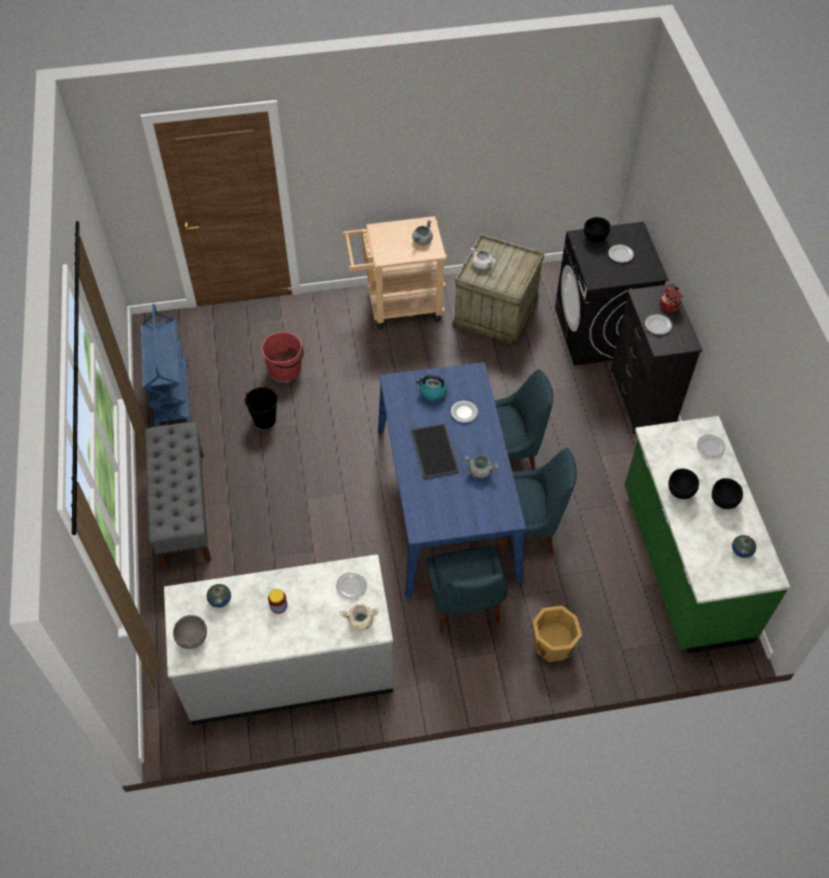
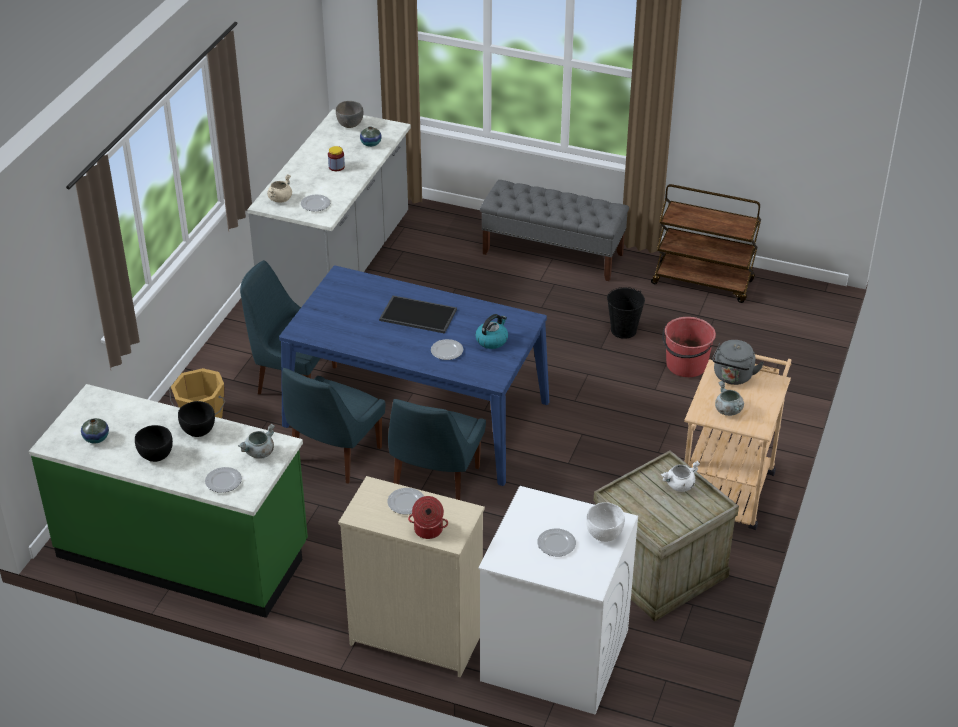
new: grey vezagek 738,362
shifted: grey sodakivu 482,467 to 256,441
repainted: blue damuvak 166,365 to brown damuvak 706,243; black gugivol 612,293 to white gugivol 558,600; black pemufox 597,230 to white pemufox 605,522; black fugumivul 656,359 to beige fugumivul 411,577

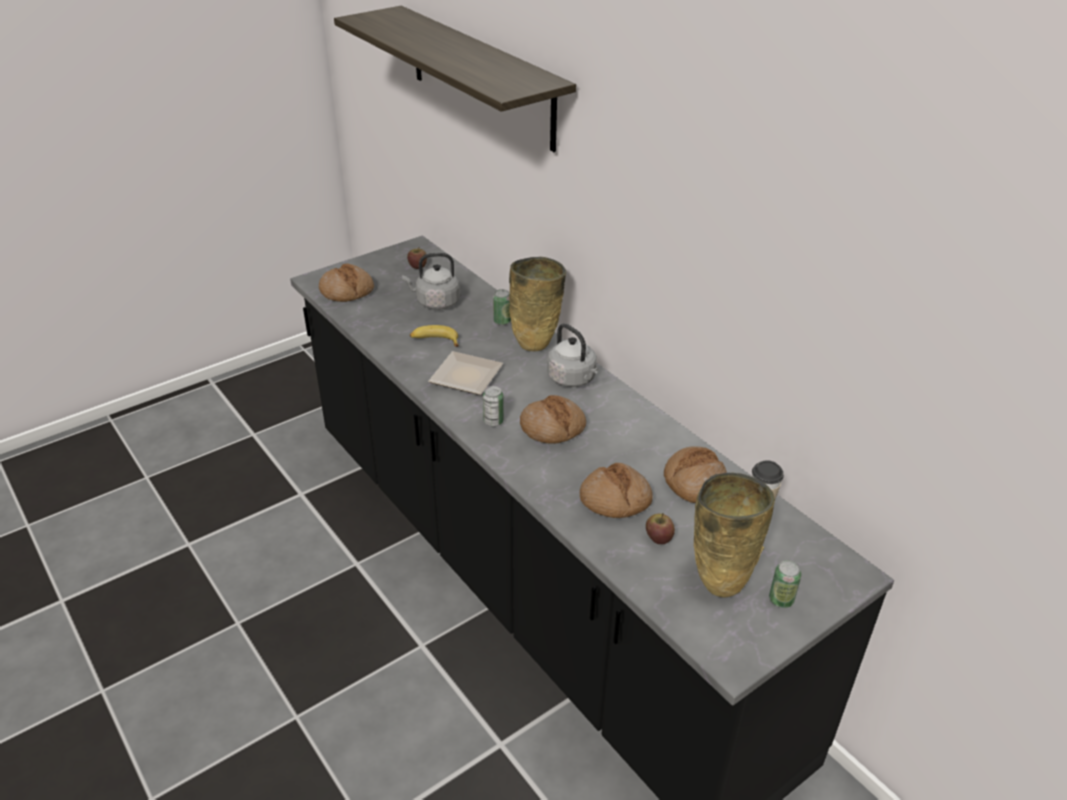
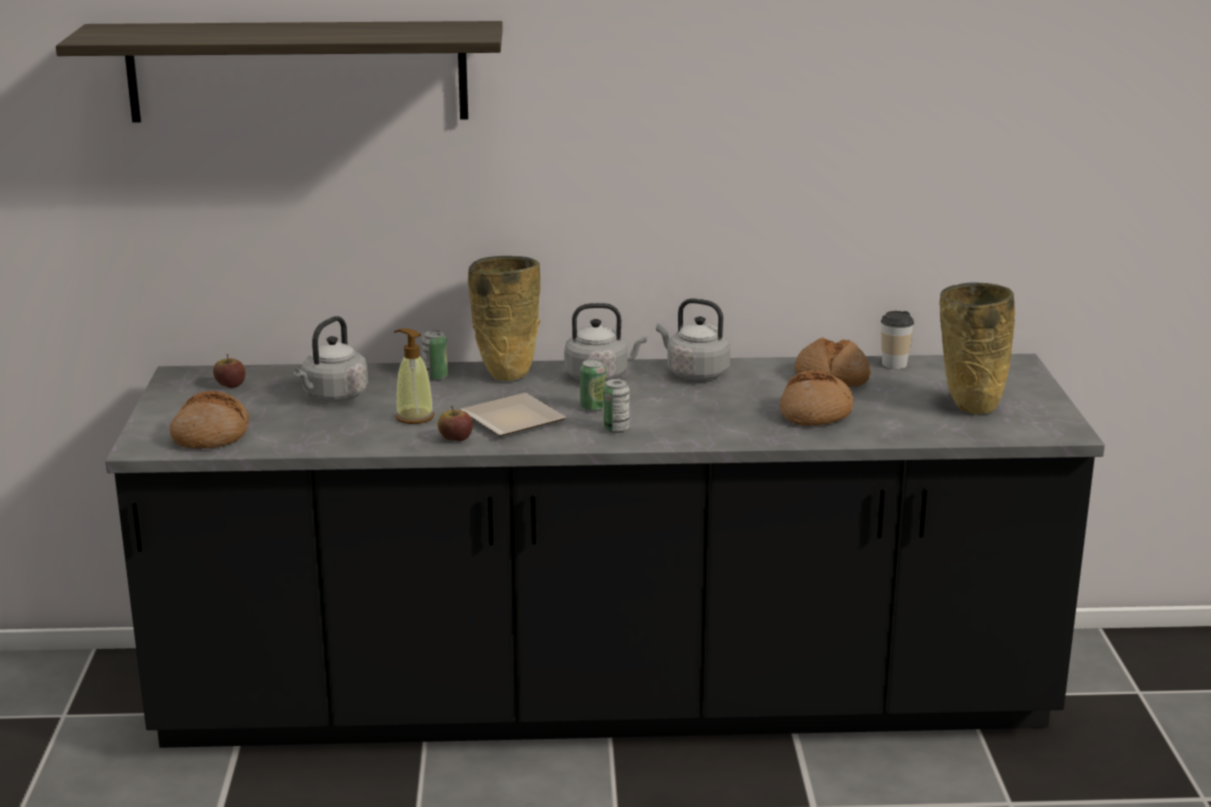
gone: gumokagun 553,419
new: grey vezagek 693,339
shifted: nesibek 660,528 to 455,423; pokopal 785,584 to 593,385
swapped: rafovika 434,336 to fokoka 414,376

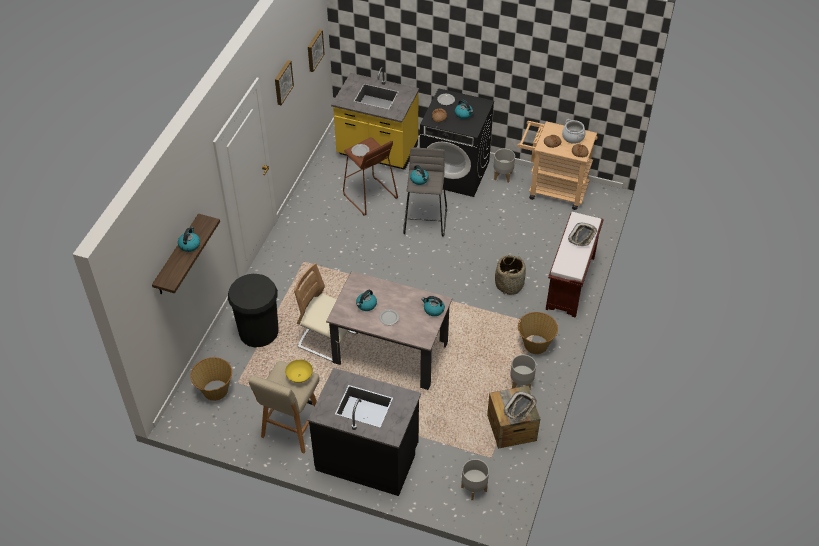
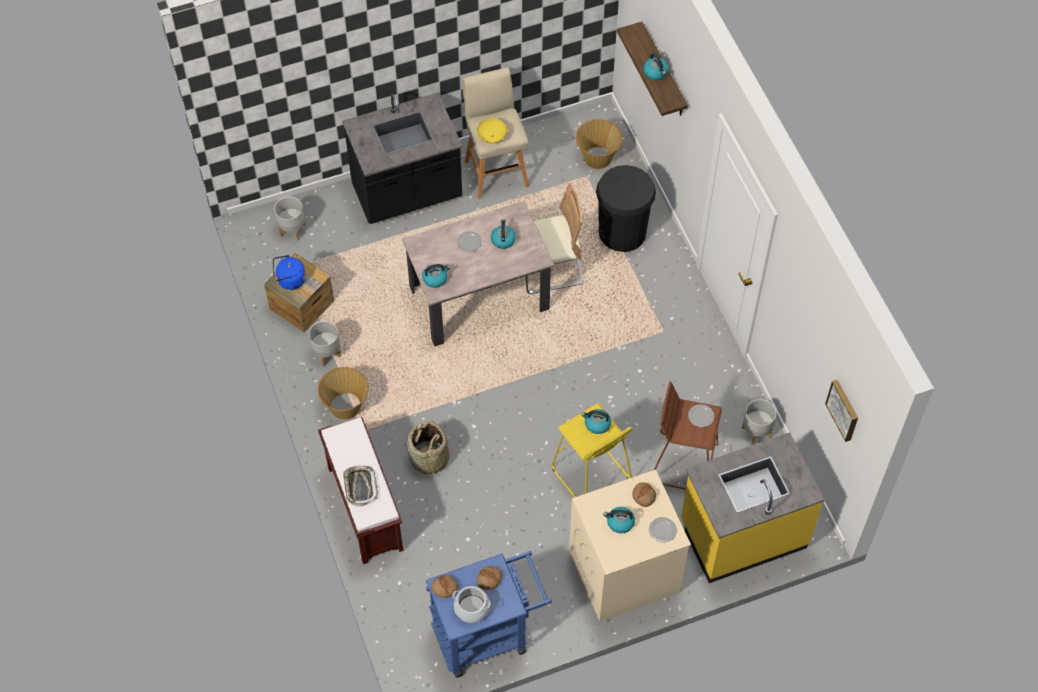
gone: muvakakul 284,82
shifted: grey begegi 504,166 to 759,422
swapped: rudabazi 520,406 to blue vezagek 289,272
repainted: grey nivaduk 425,192 to yellow nivaduk 592,450; black gugivol 457,142 to beige gugivol 630,545; beige damuvak 557,165 to blue damuvak 489,614

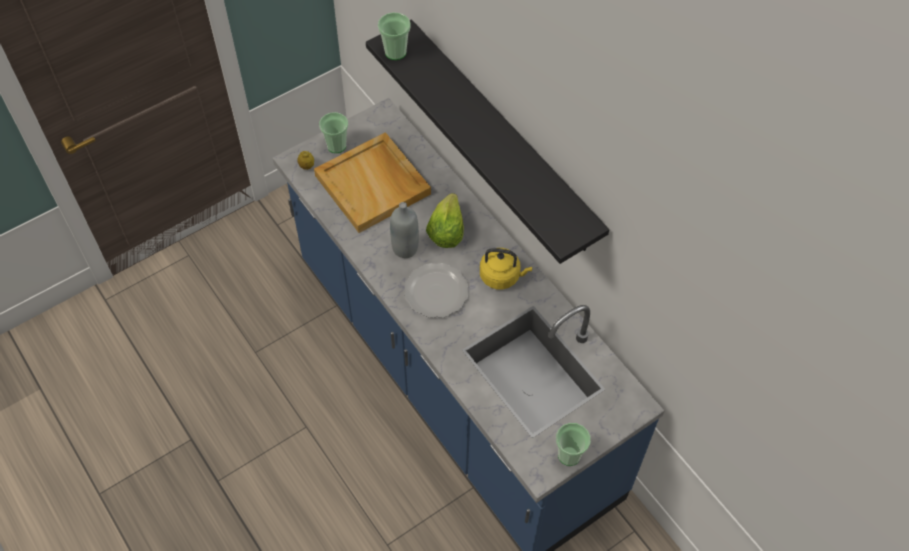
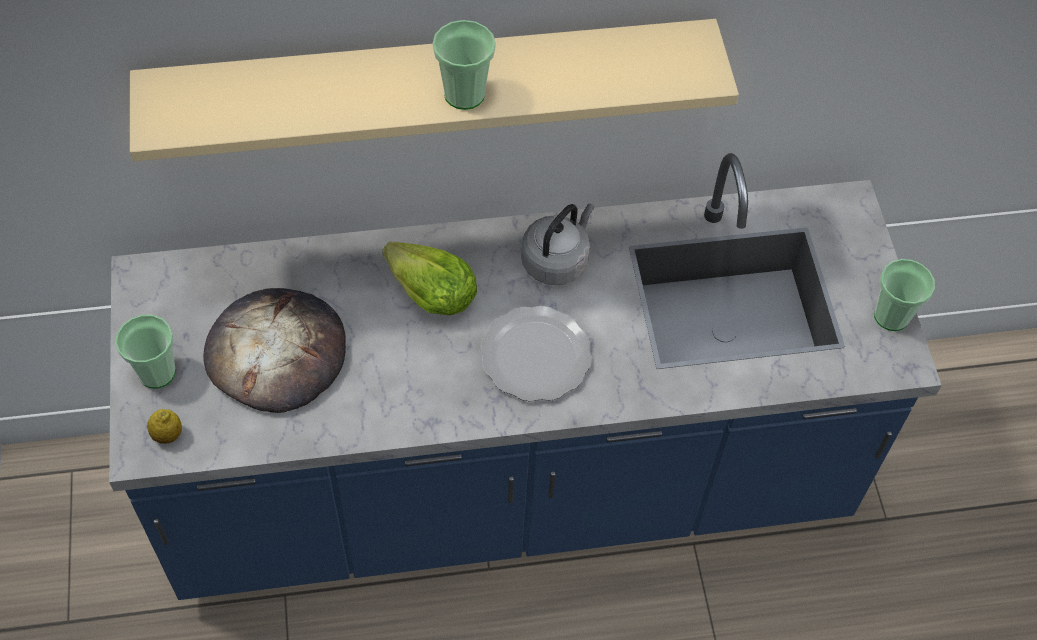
gone: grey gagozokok 404,230
shifted: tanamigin 394,36 to 464,65
swapped: beige rudabazi 372,182 to gumokagun 274,350
repainted: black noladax 487,141 to beige noladax 434,90; yellow vezagek 506,268 to grey vezagek 557,244

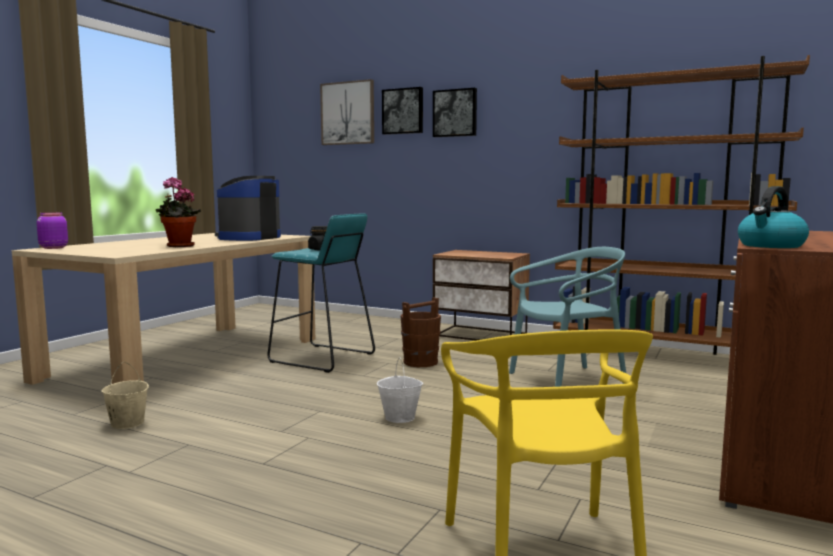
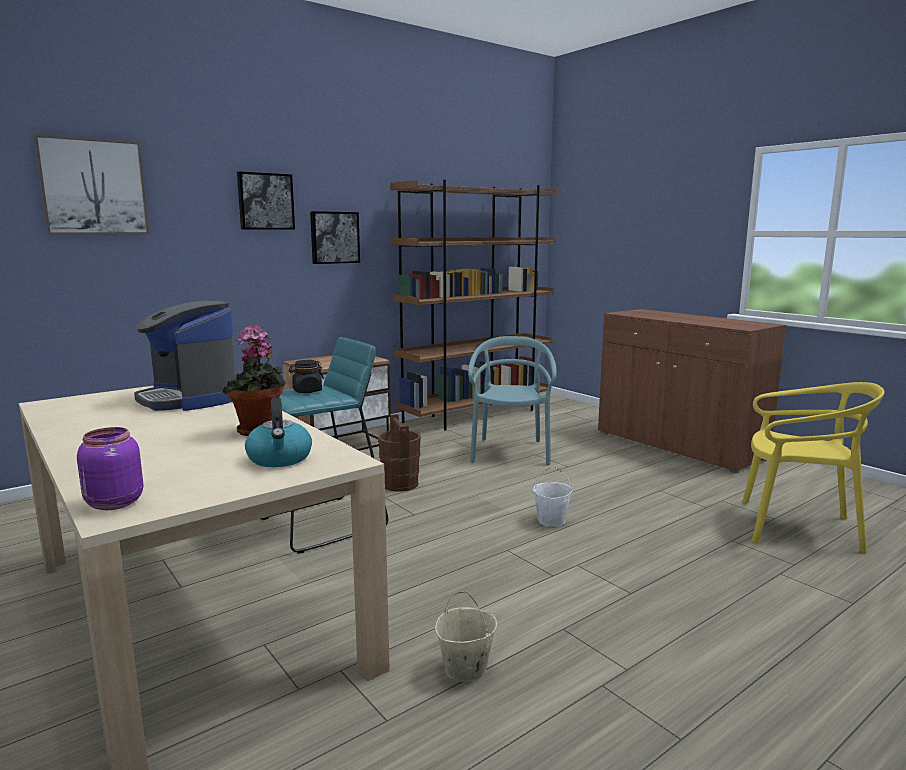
shifted: muvakakul 402,111 to 335,237; vezagek 773,217 to 278,432

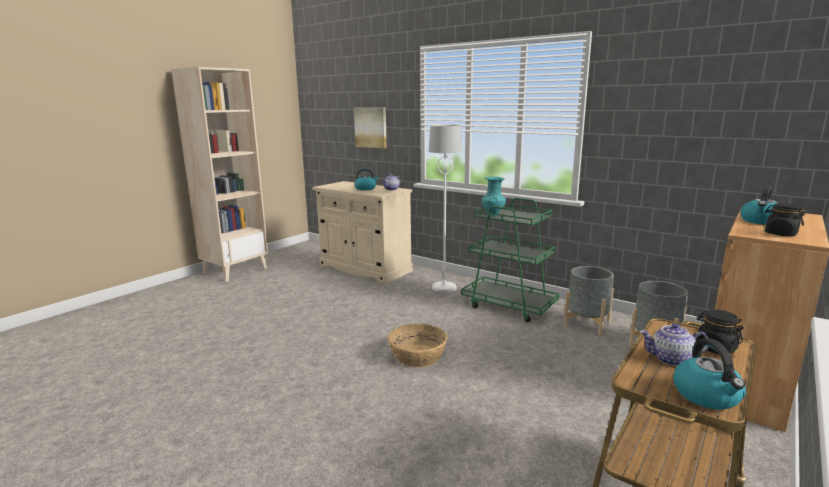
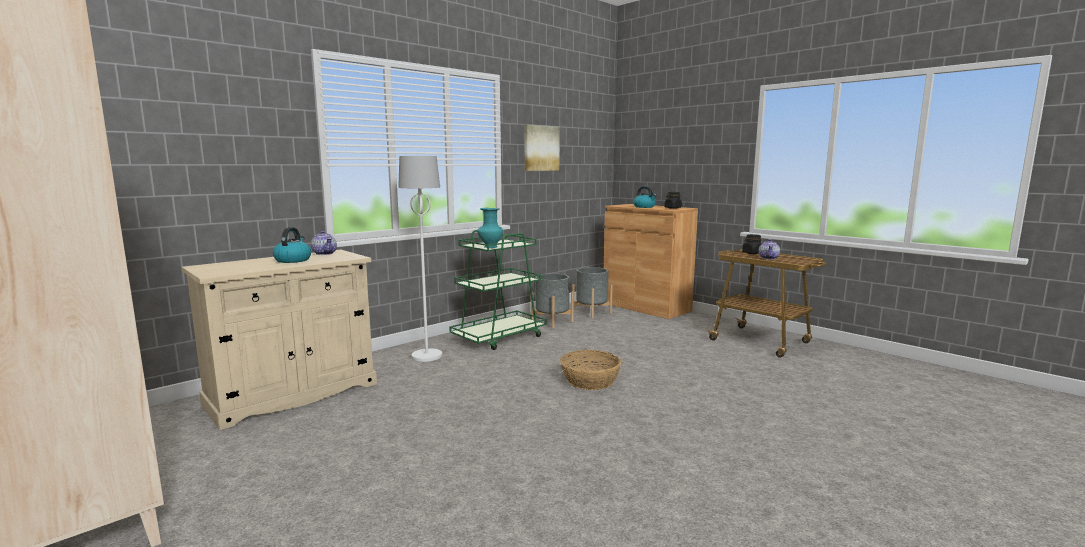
gone: vezagek 709,374
shifted: muvakakul 370,128 to 542,147

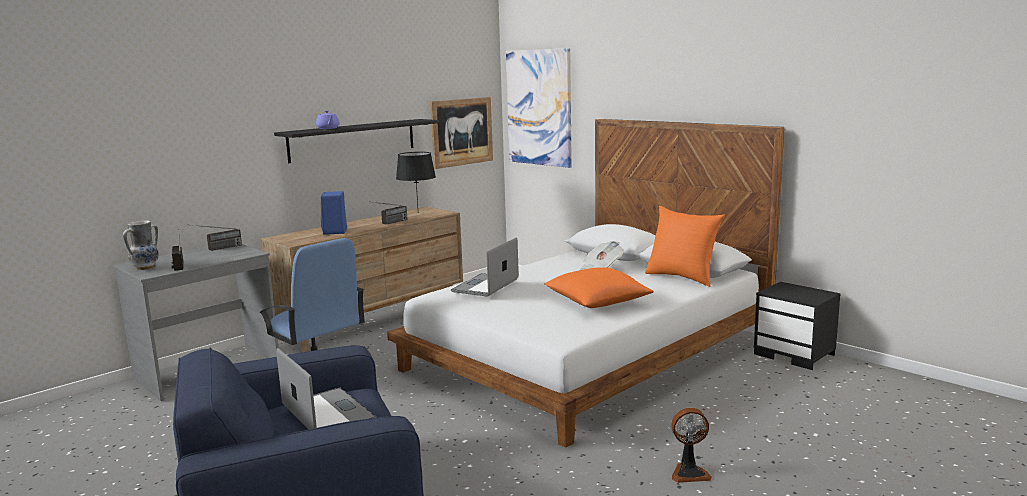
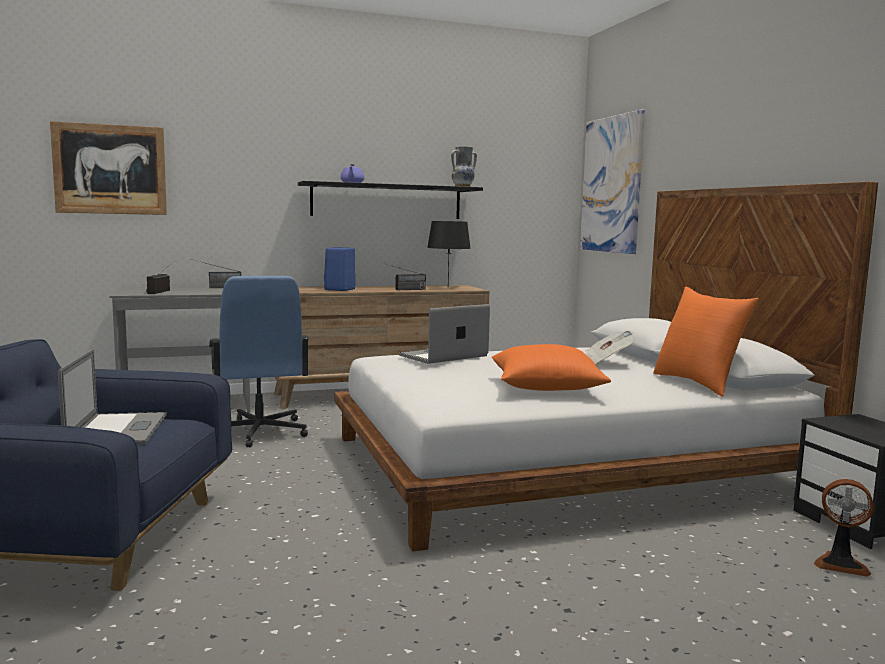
shifted: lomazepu 141,245 to 464,166; muvakakul 461,133 to 108,168; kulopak 691,445 to 844,528

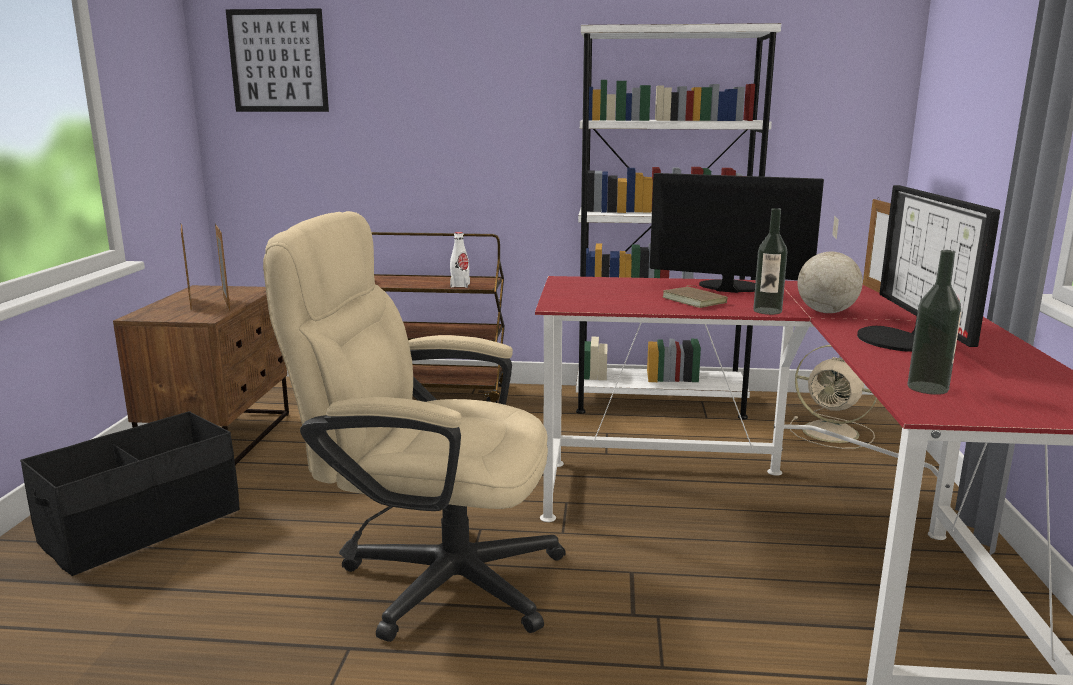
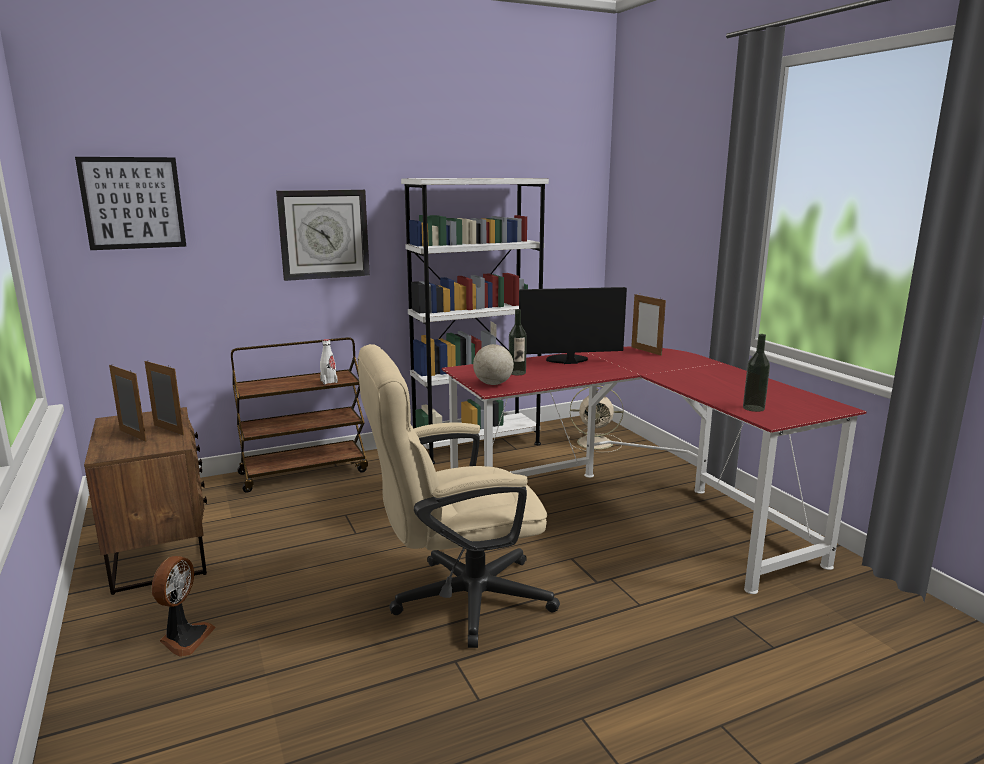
gone: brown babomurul 695,296; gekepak 928,268
new: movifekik 323,235
shifted: gagozokok 770,261 to 518,342; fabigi 830,264 to 493,353
swapped: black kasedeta 130,493 to kulopak 184,606

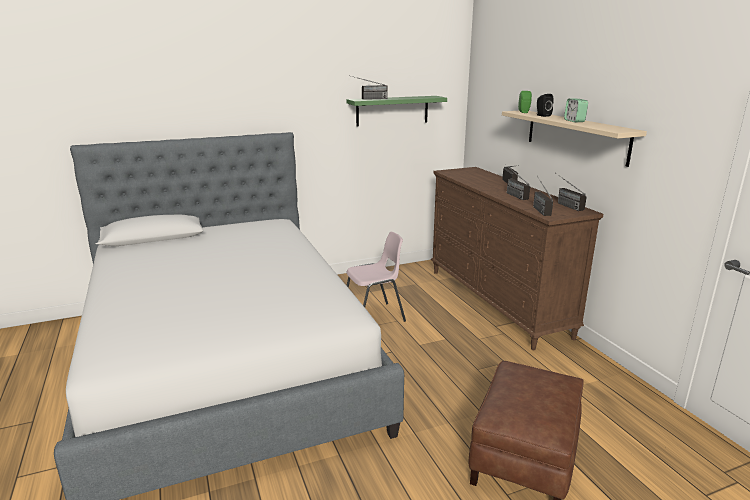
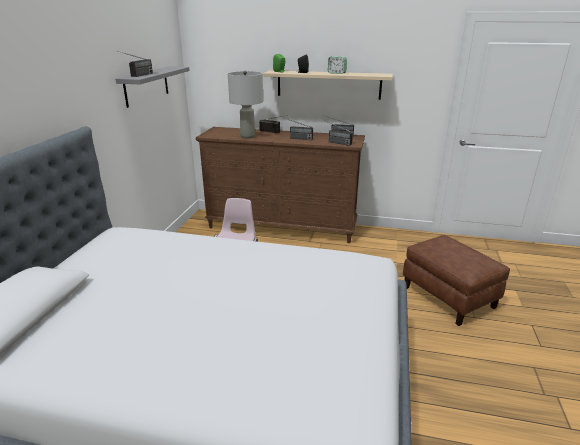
new: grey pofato 245,105
repainted: green noladax 397,111 to grey noladax 152,87

